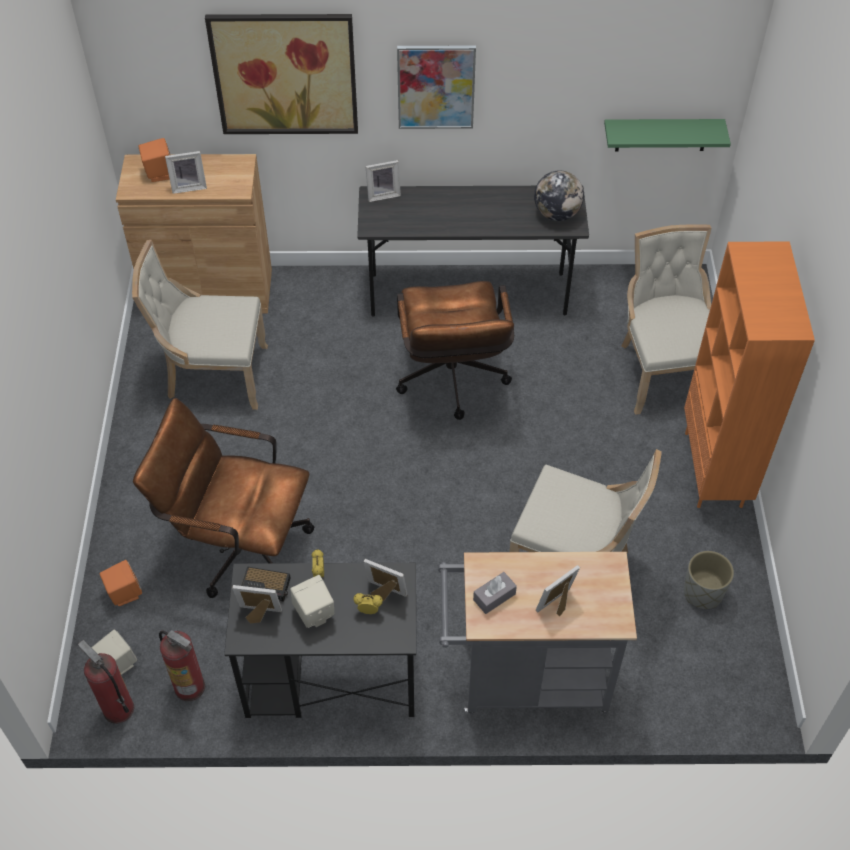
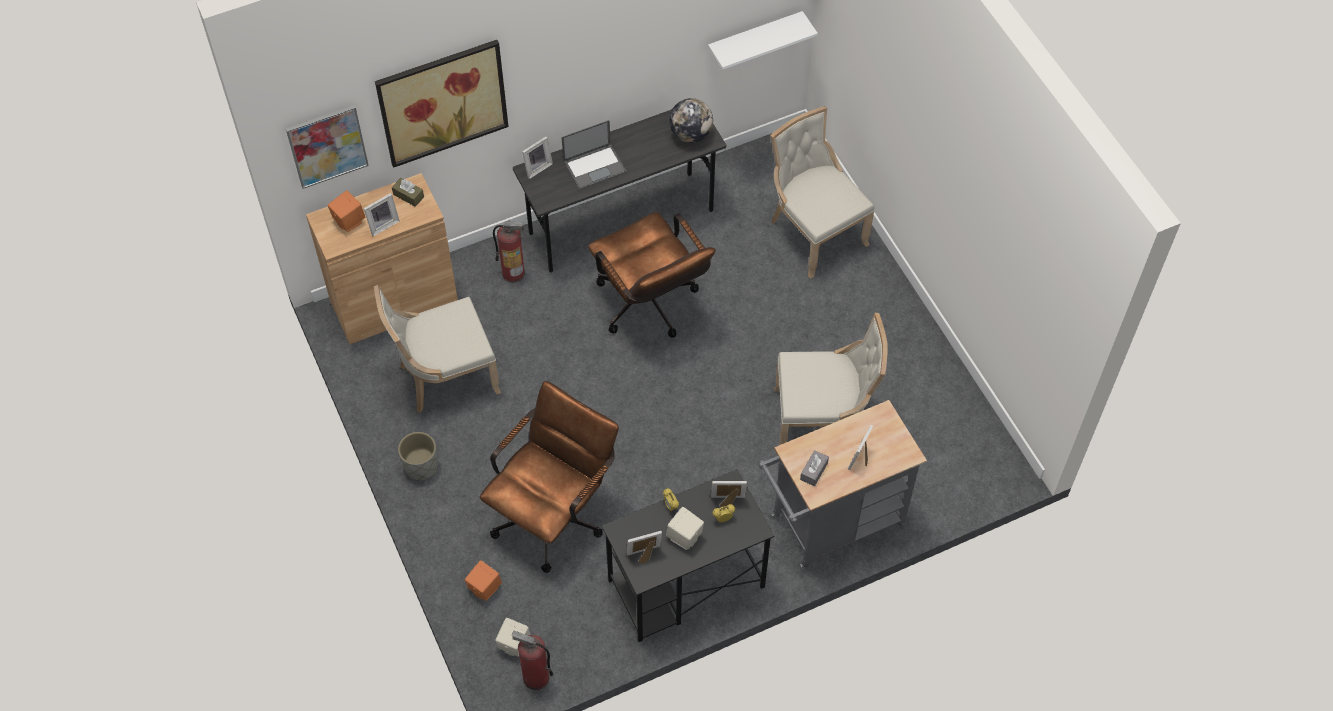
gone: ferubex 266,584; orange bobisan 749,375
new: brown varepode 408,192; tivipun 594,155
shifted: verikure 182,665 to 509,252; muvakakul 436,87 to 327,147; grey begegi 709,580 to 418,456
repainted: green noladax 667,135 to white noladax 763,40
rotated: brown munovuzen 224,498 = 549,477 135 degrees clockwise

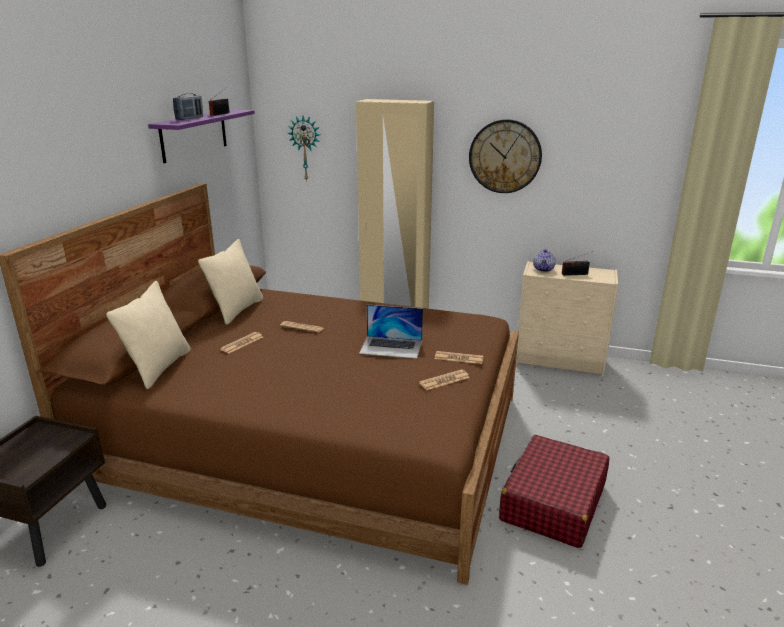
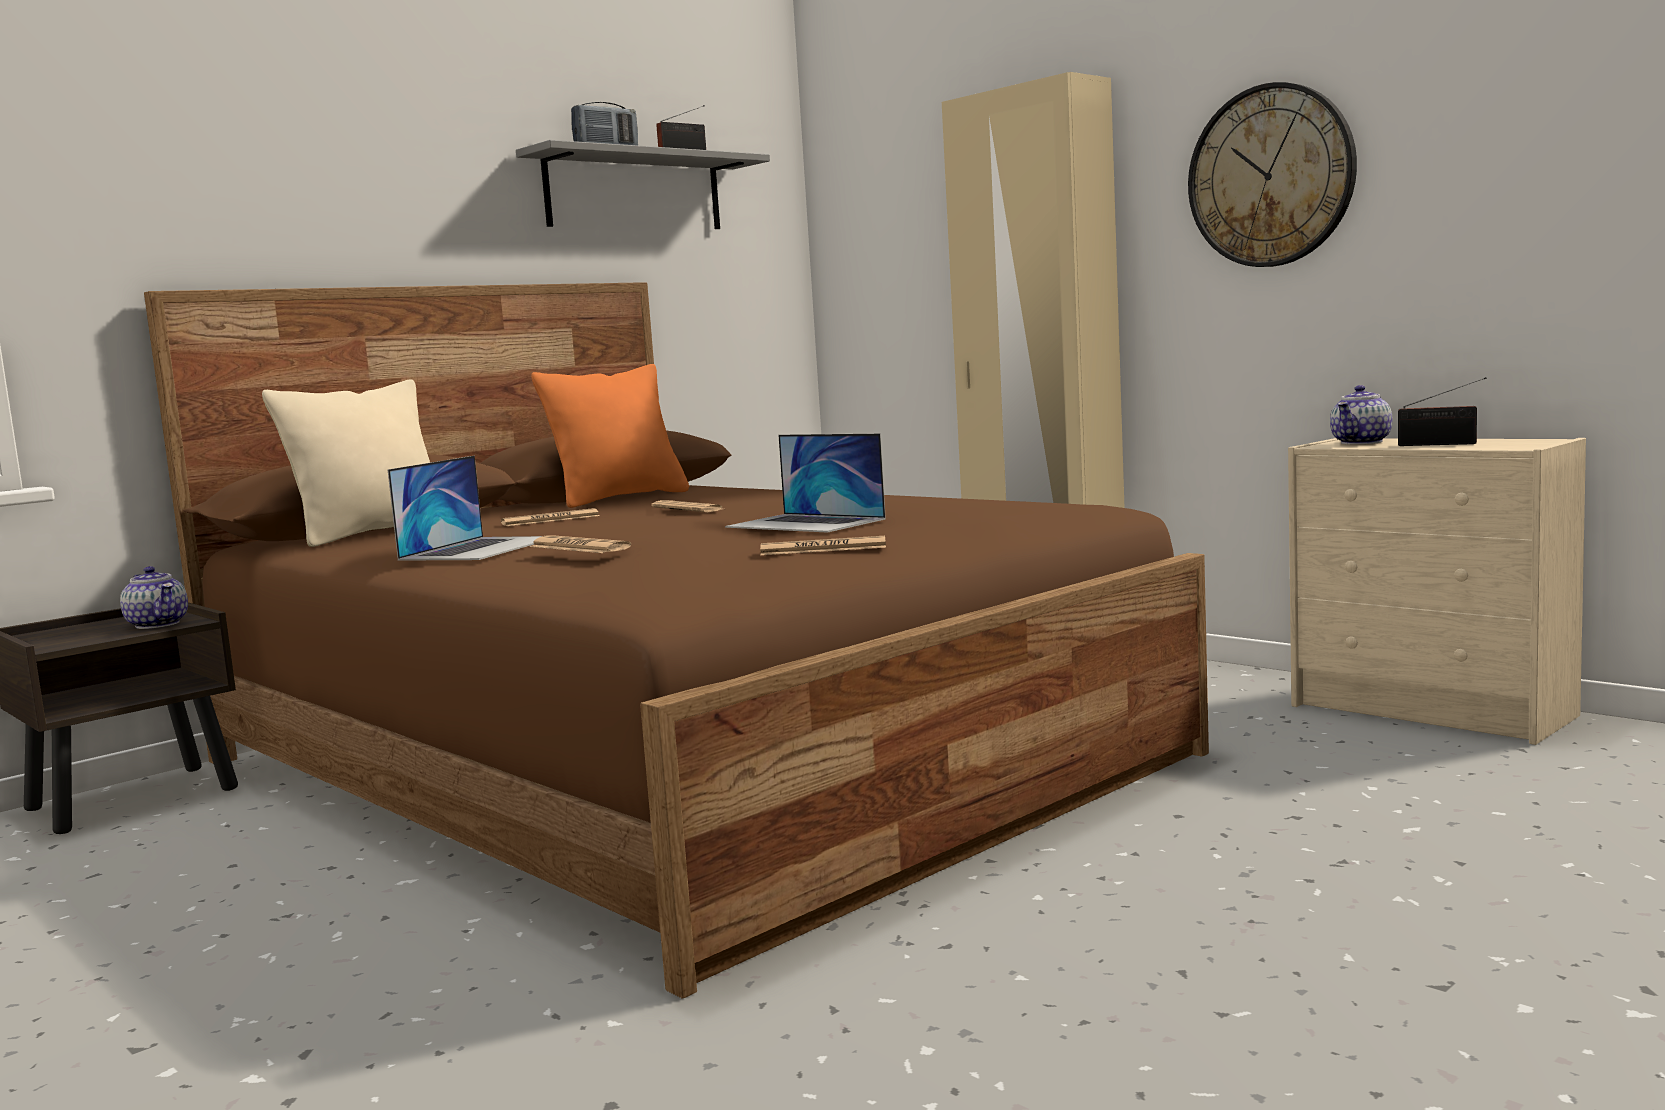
gone: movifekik 303,149; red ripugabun 554,491
new: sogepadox 154,597; tivipun 465,508
shifted: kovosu 459,357 to 580,544
repainted: purple noladax 201,136 to grey noladax 643,184; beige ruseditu 230,282 to orange ruseditu 610,436

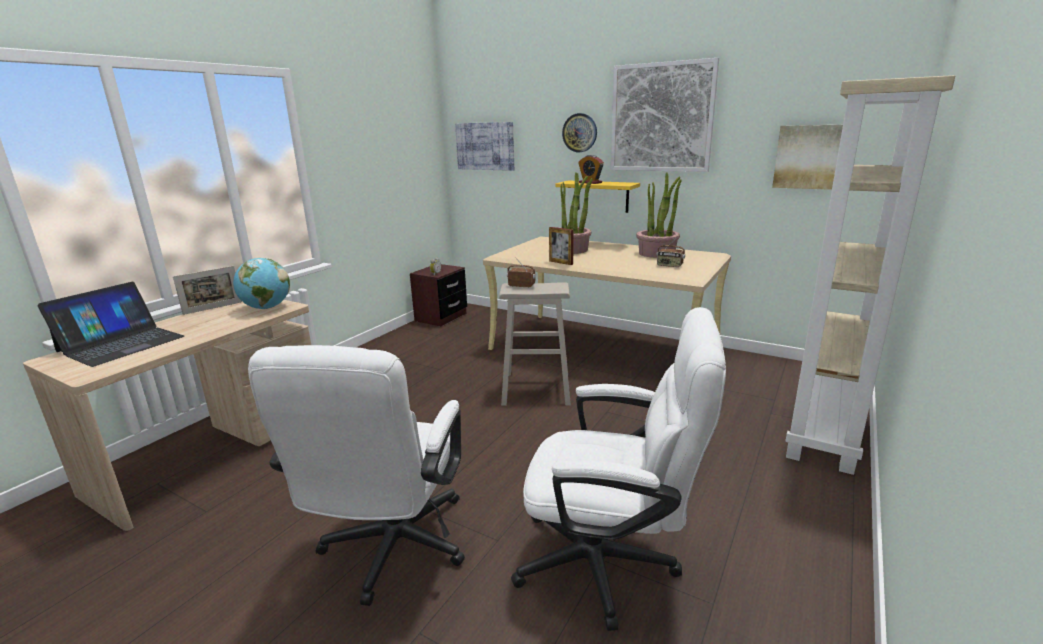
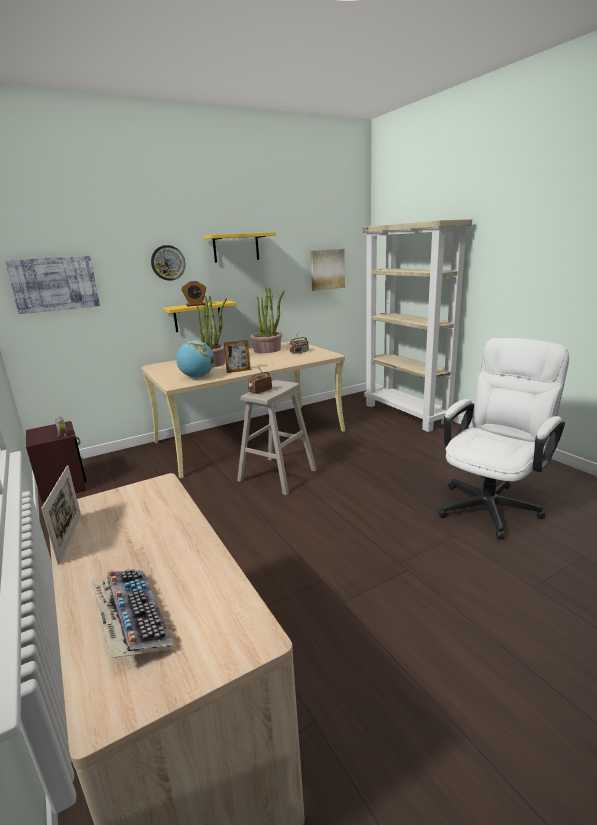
gone: white munovuzen 356,475
shifted: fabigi 261,283 to 195,359
swapped: tivipun 110,324 to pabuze 133,613; muvakakul 665,115 to yellow noladax 239,247

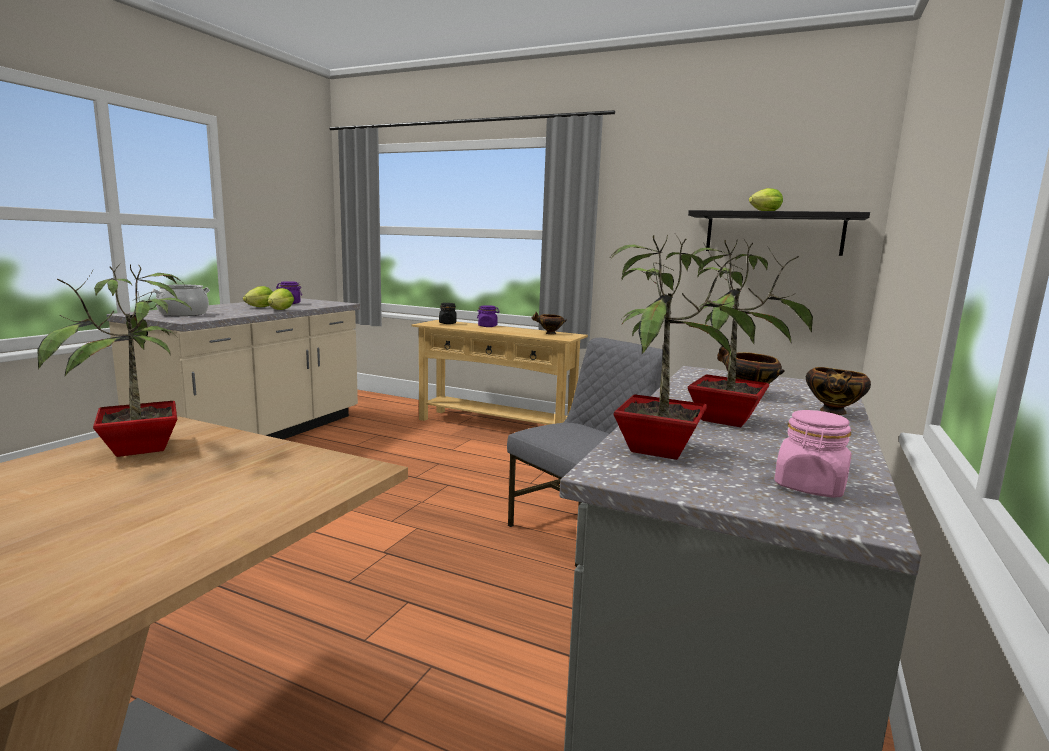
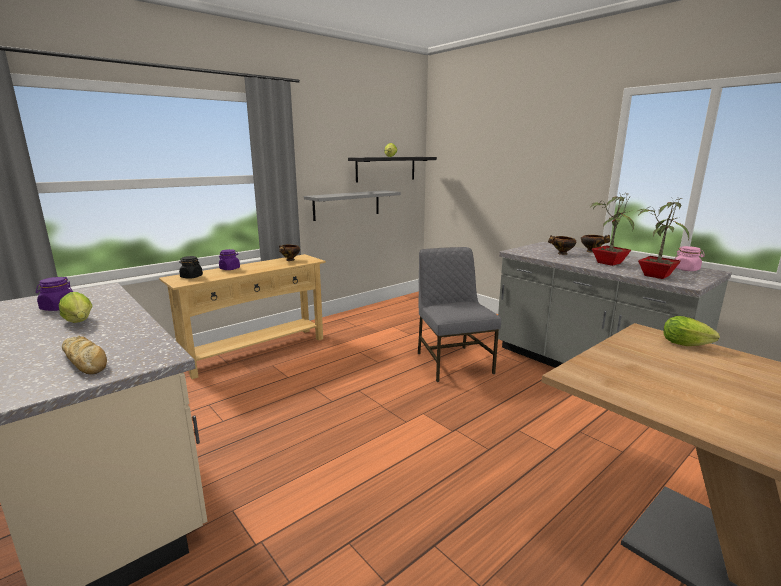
gone: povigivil 114,360
new: grey noladax 352,205
shifted: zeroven 281,299 to 691,331
swapped: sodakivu 181,300 to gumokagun 84,355

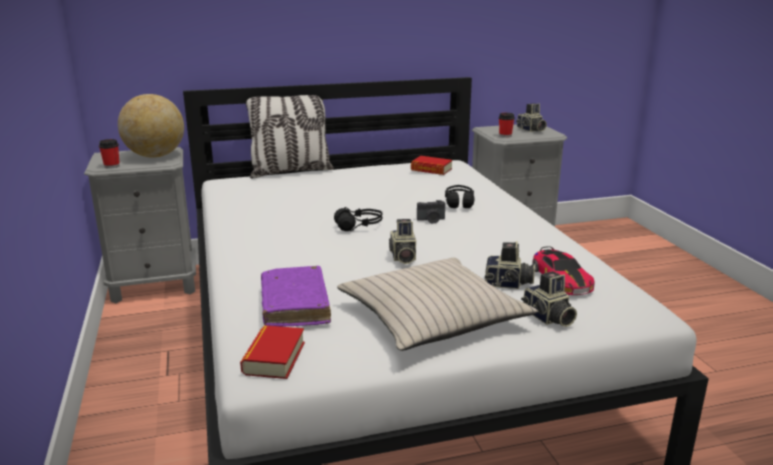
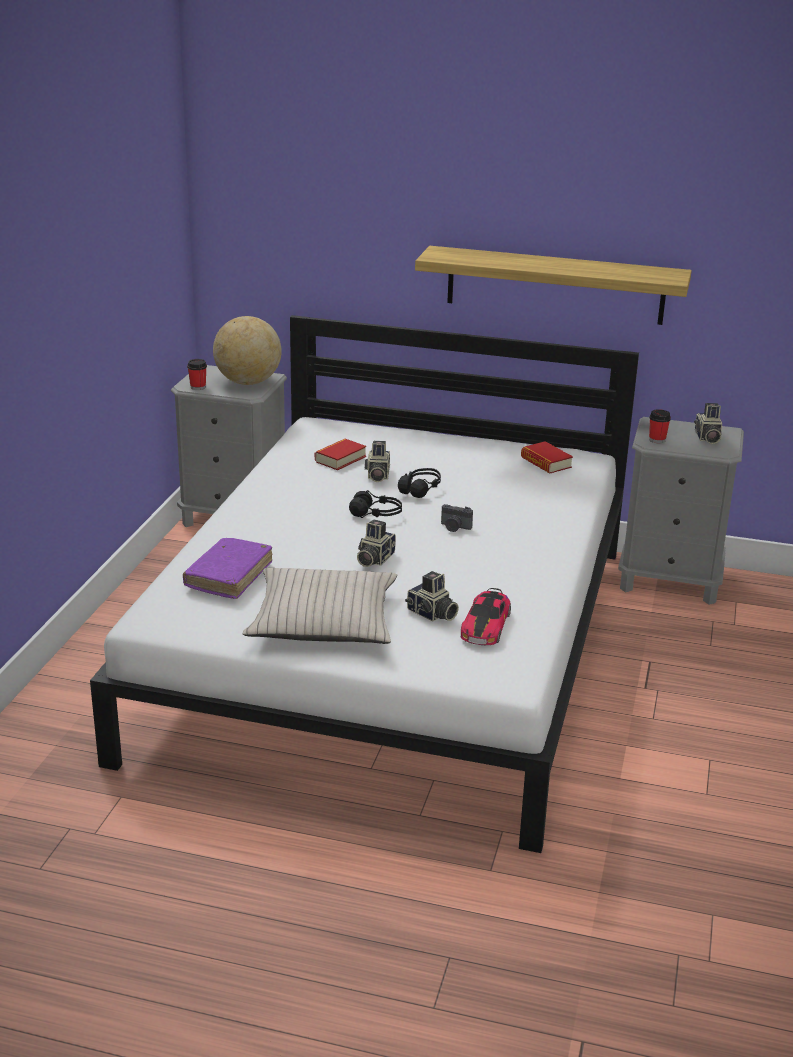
gone: ruseditu 289,136
new: noladax 553,285
shifted: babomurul 272,352 to 340,454; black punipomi 459,196 to 419,483; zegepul 549,299 to 377,461

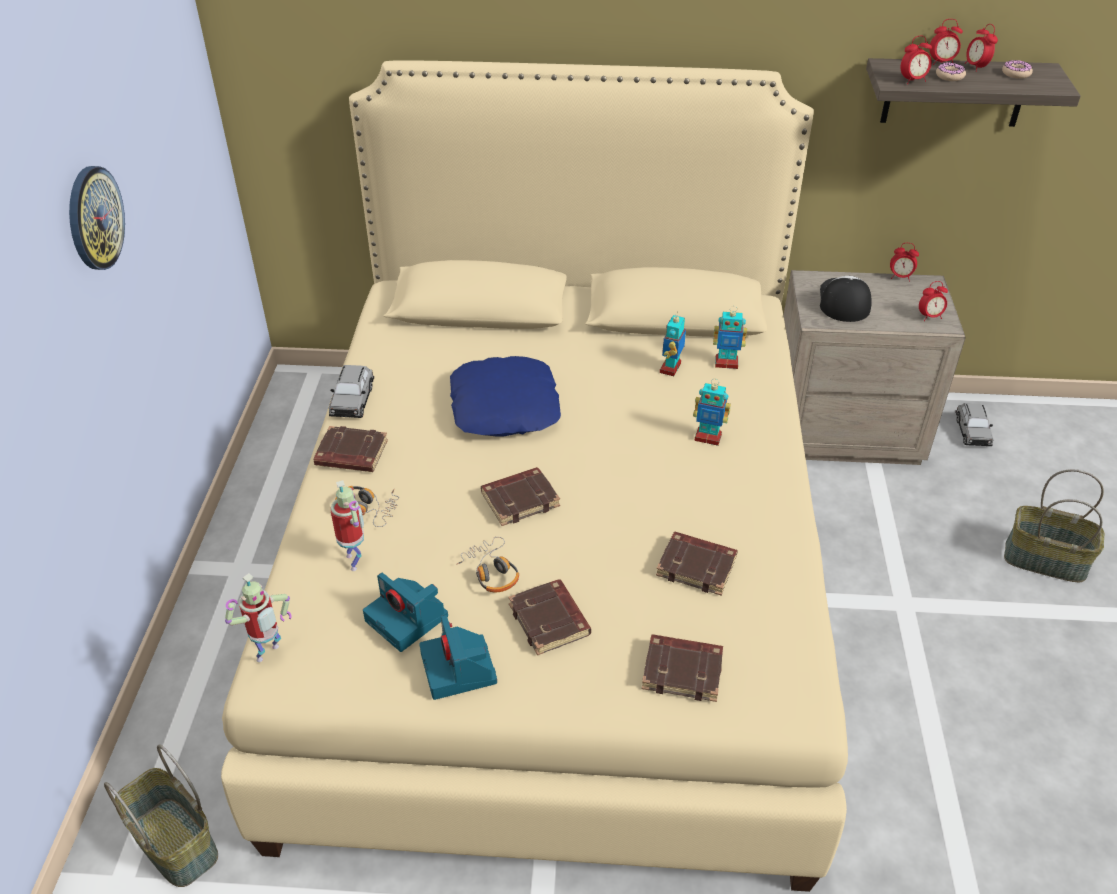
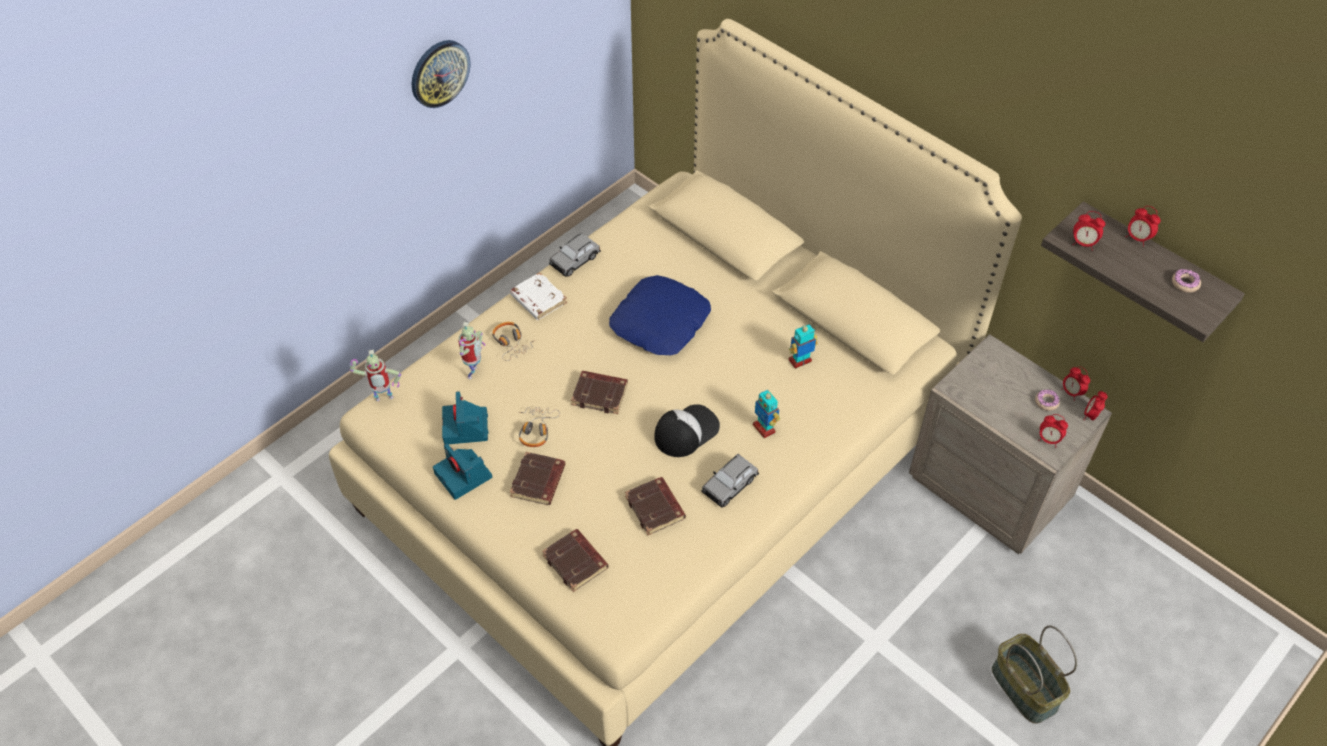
gone: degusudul 161,815; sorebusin 730,337
shifted: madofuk 846,299 to 687,430; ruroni 951,71 to 1047,400; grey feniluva 974,424 to 730,481; ferubex 981,48 to 1095,406
repainted: brown babomurul 351,449 to white babomurul 538,296
rotated: zegepul 458,657 = 462,472 60 degrees counterclockwise

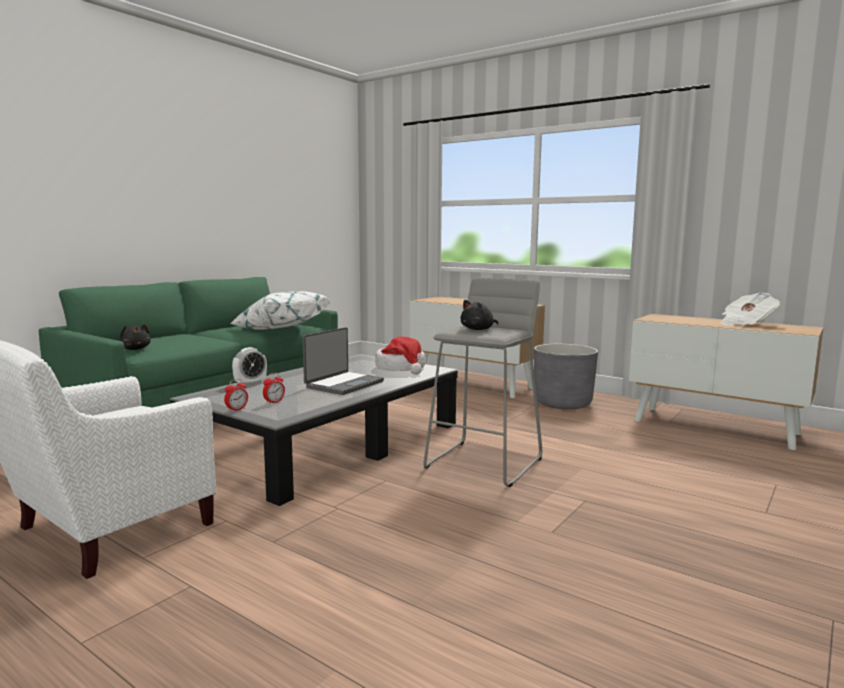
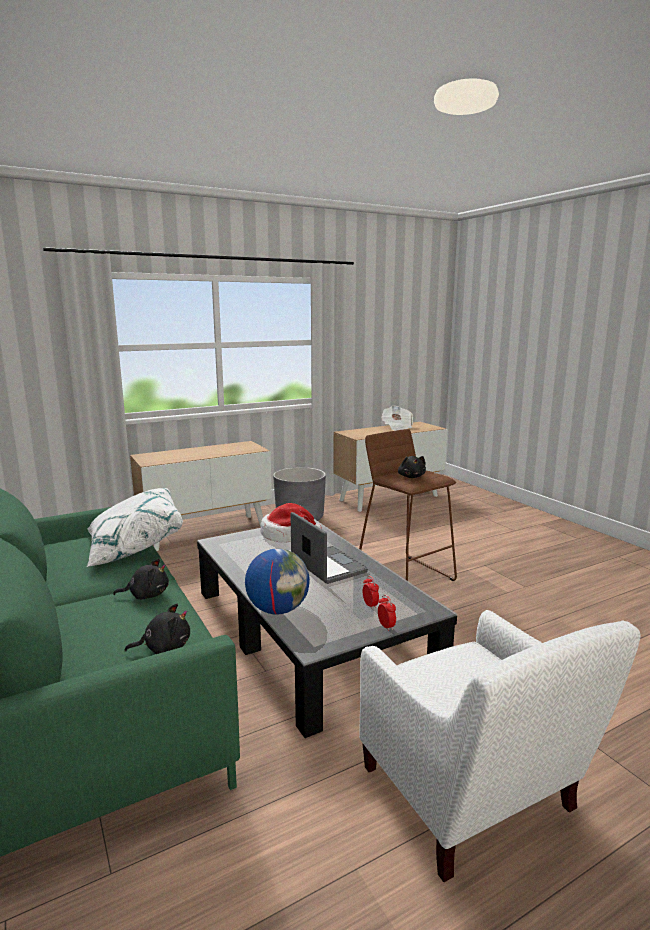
new: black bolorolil 141,579
swapped: ferubex 249,366 to fabigi 277,581
repainted: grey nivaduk 483,382 to brown nivaduk 408,505

